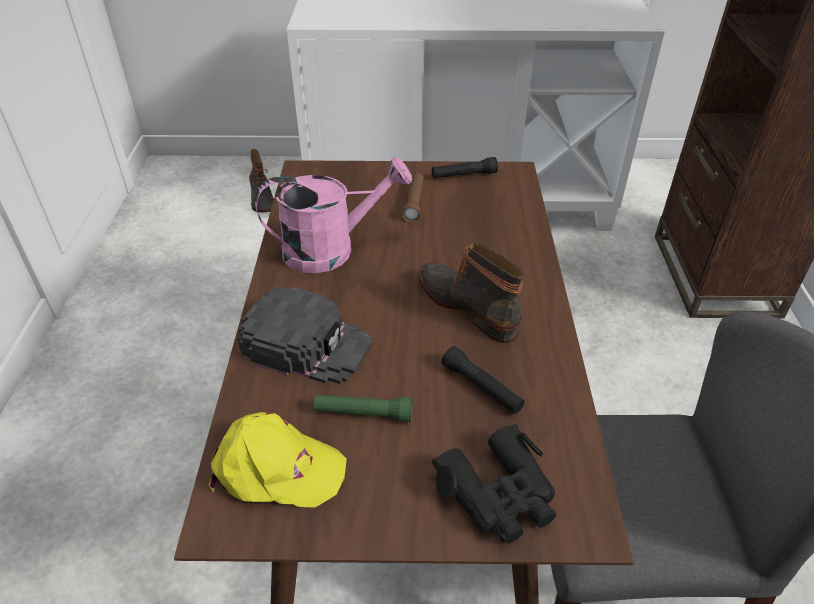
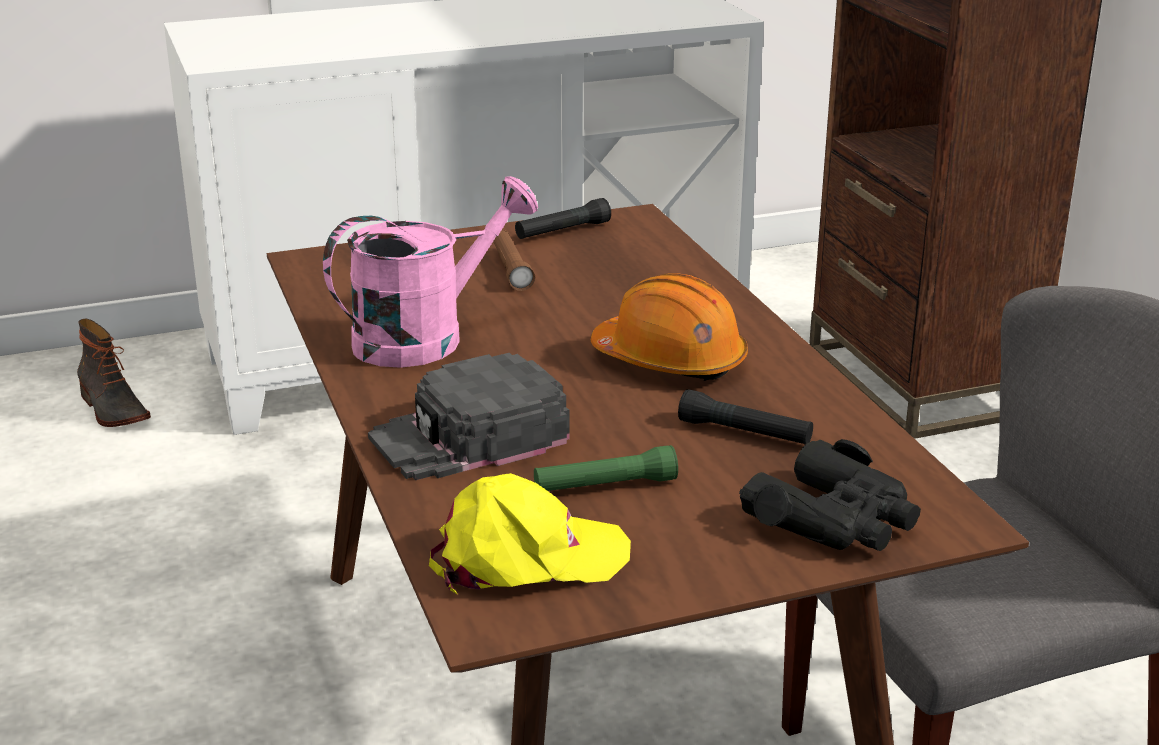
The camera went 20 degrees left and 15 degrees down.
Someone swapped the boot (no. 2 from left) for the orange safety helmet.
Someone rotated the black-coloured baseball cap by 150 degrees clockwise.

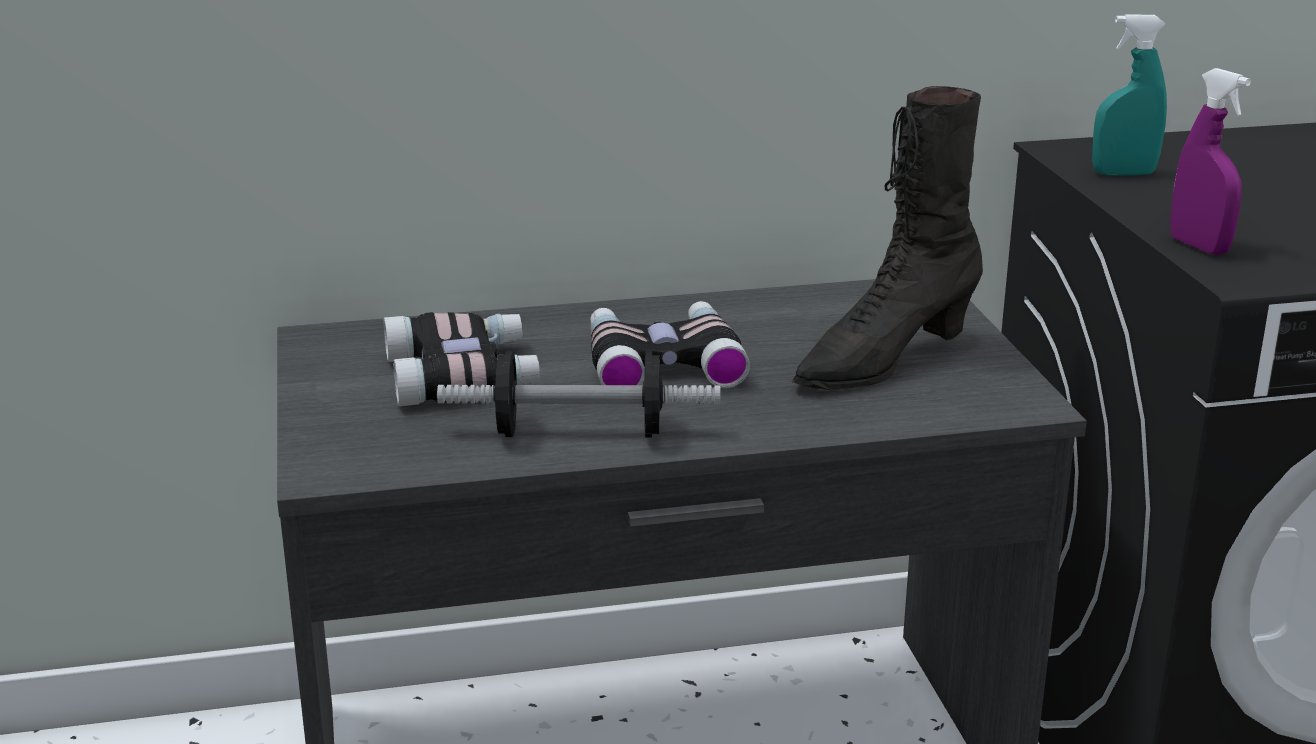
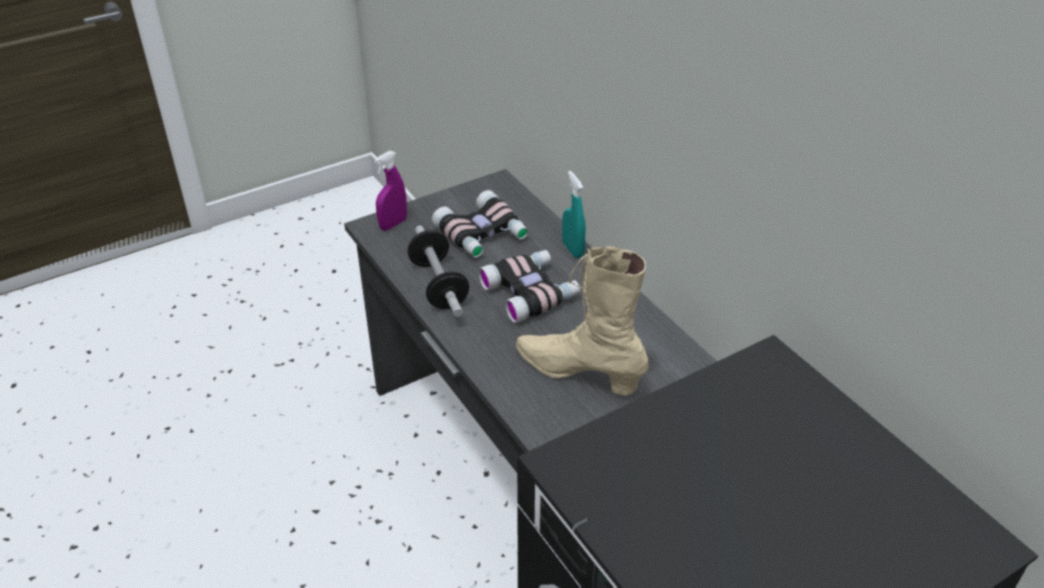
The camera went 70 degrees right and 15 degrees up.
Someone carried the turquoise-coloured spray bottle.
Someone carried the purplish spray bottle.
Someone repainted the black-coloured boot, which became the sand-coloured boot.

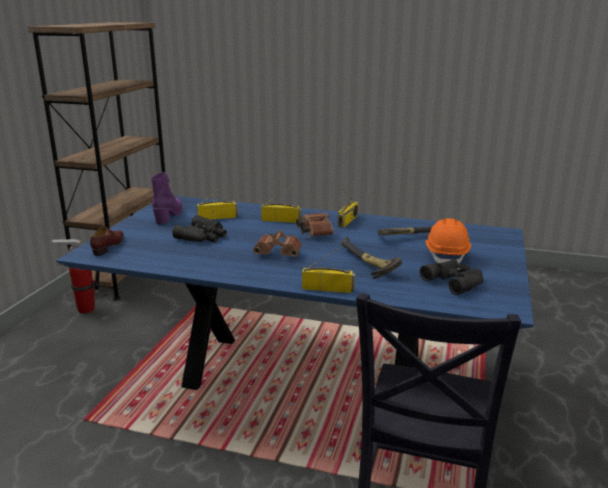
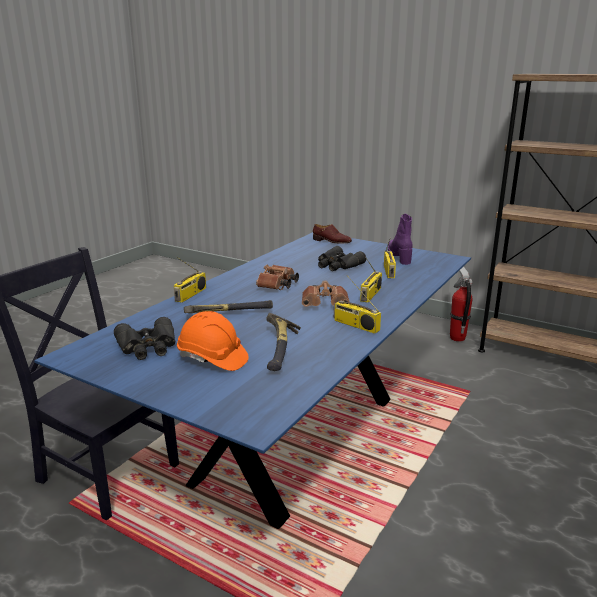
The camera went 105 degrees right and 0 degrees up.
Someone rotated the purplish boot by 120 degrees counterclockwise.

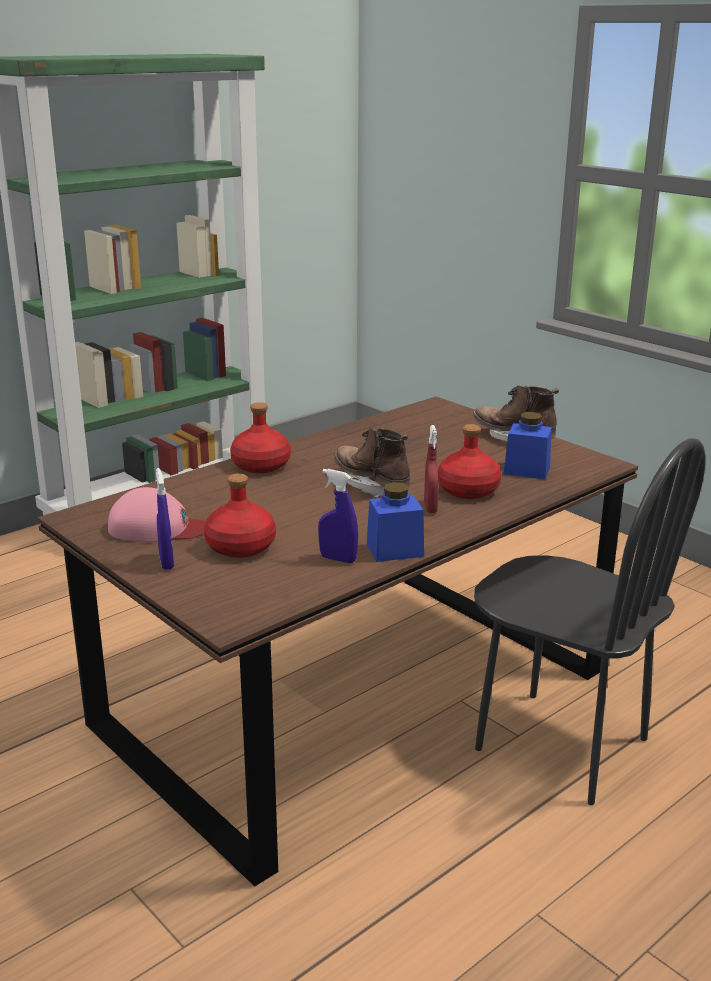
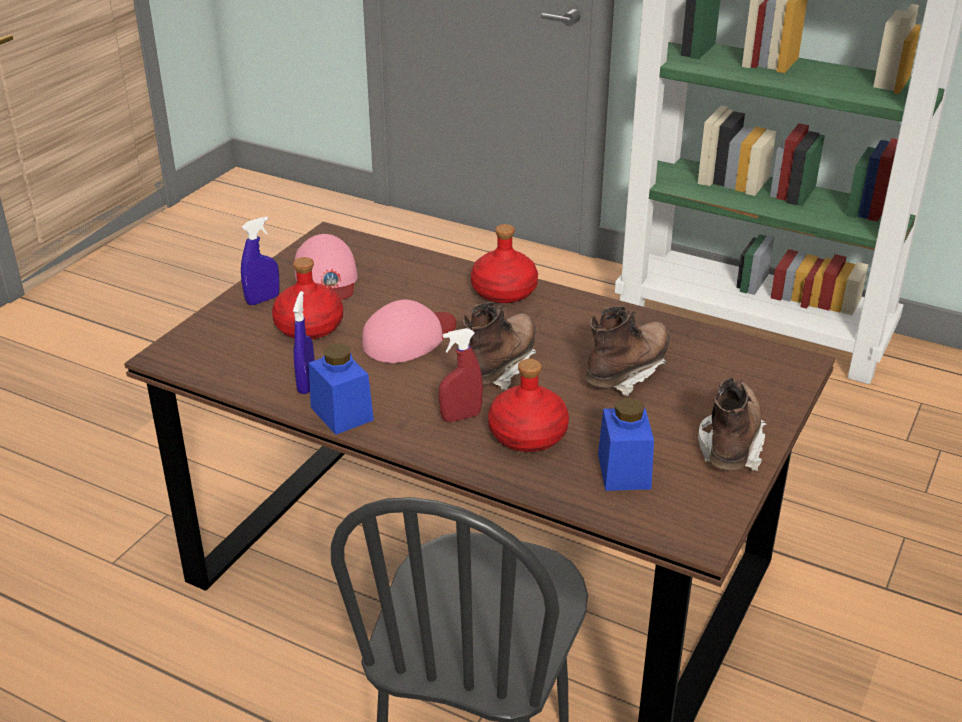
The camera went 70 degrees right and 10 degrees up.
Someone put down the pink-coloured baseball cap (no. 2 from left).
Someone put down the brown boot (no. 2 from left).

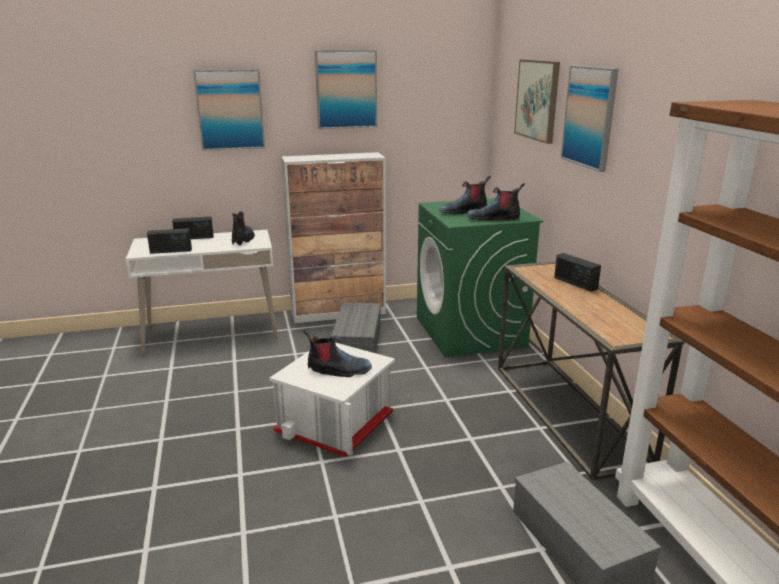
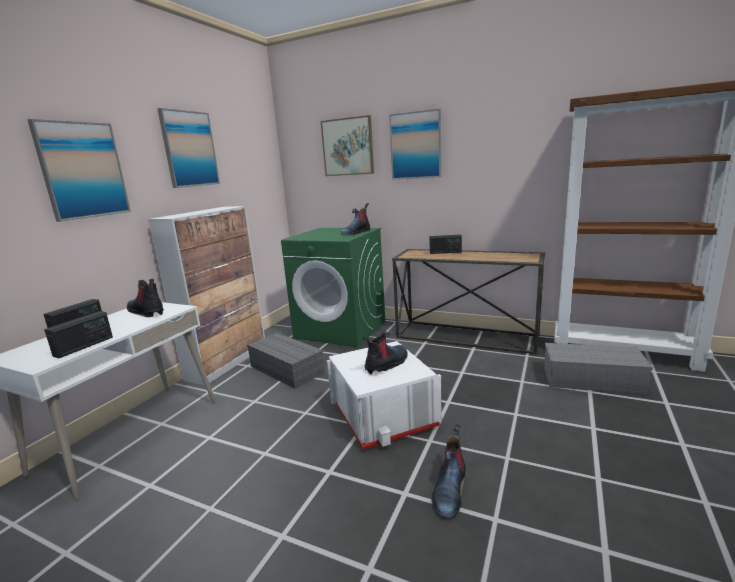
The camera went 50 degrees left and 5 degrees down.
Someone carried the boot (no. 3 from left in the first image).

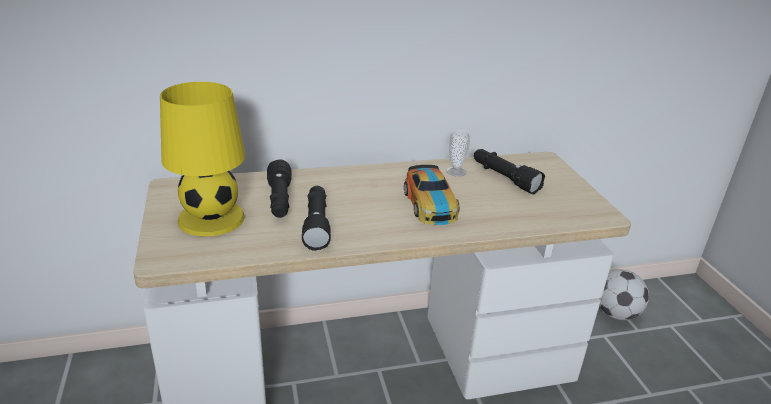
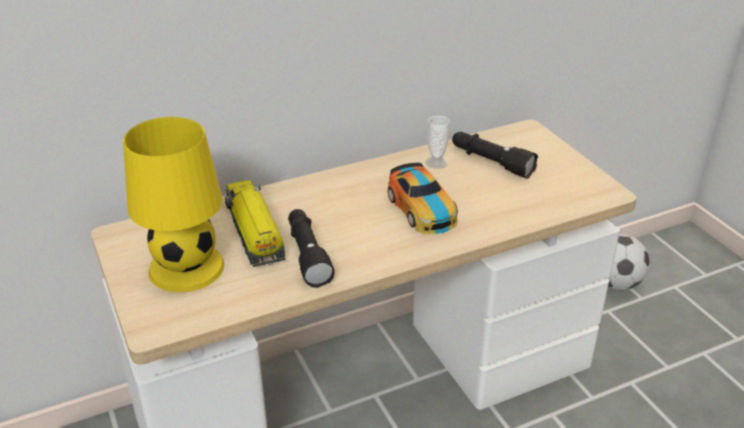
The camera went 10 degrees left and 5 degrees up.
Someone swapped the black-coloured hand torch (no. 1 from left) for the toy lorry.

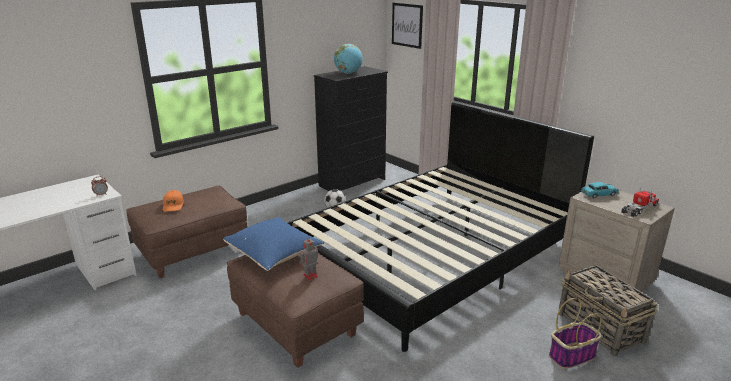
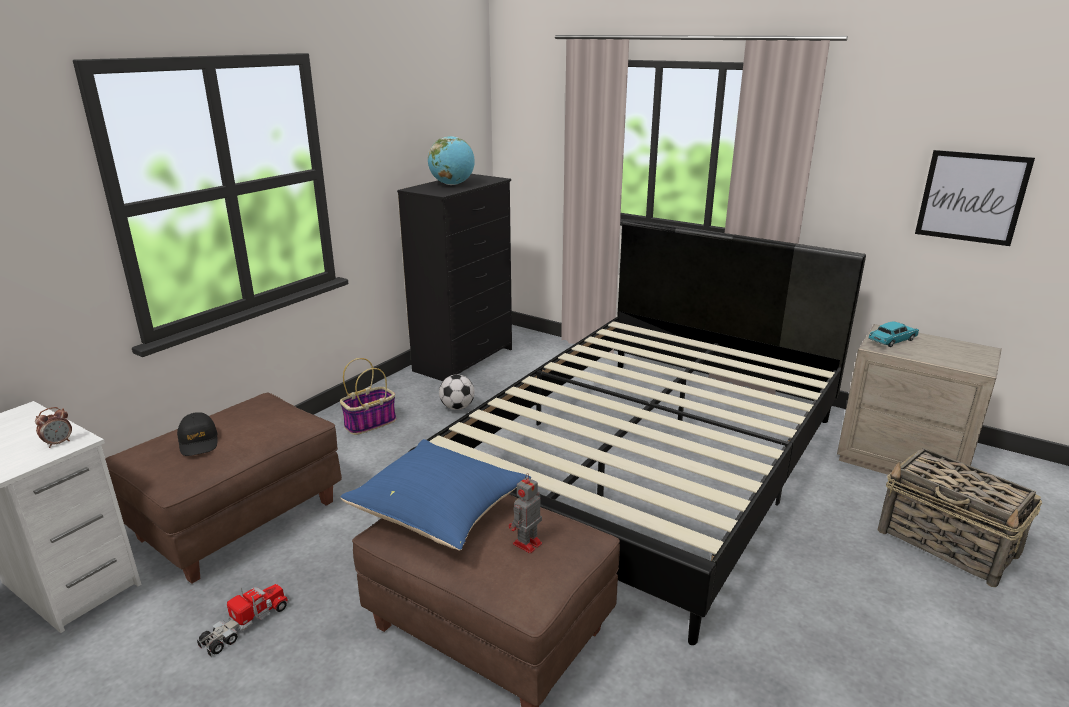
The camera went 15 degrees left and 0 degrees up.
Someone carried the picture.
Someone carried the basket (no. 1 from left).
Someone carried the toy lorry.
Someone repainted the orange baseball cap, which became the black-coloured baseball cap.

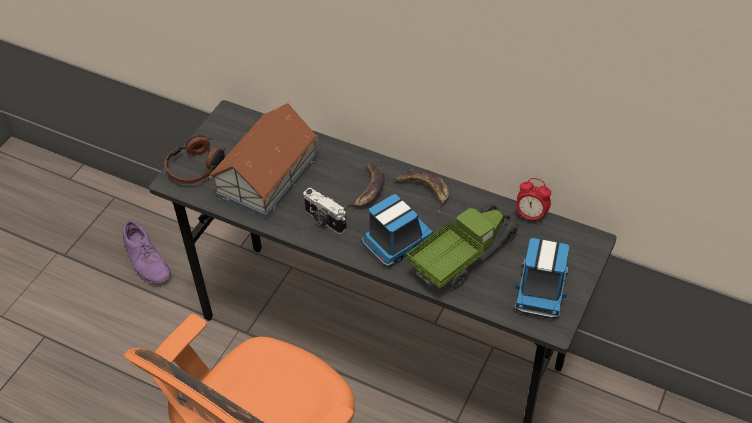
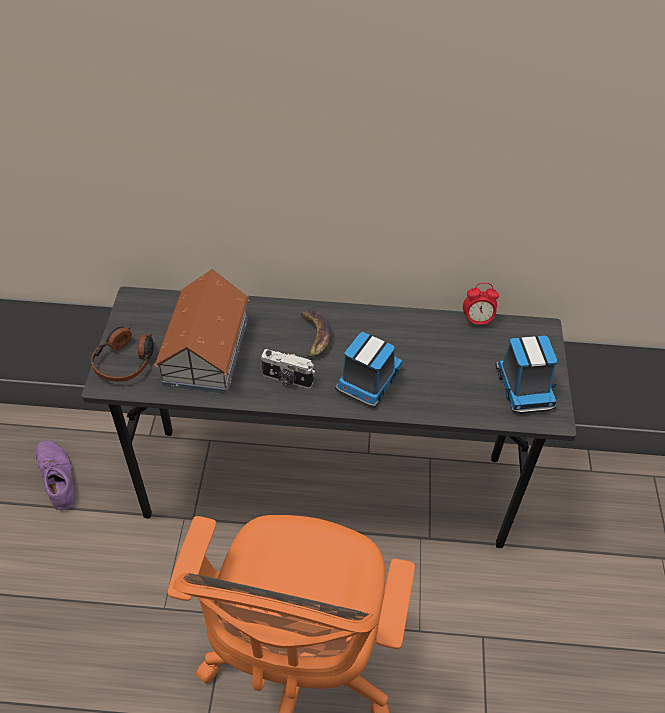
The camera went 25 degrees left and 0 degrees up.
Someone took away the whole banana (no. 2 from left).
Someone took away the toy lorry (no. 2 from left).
Someone rotated the purplish item of footwear by 150 degrees counterclockwise.

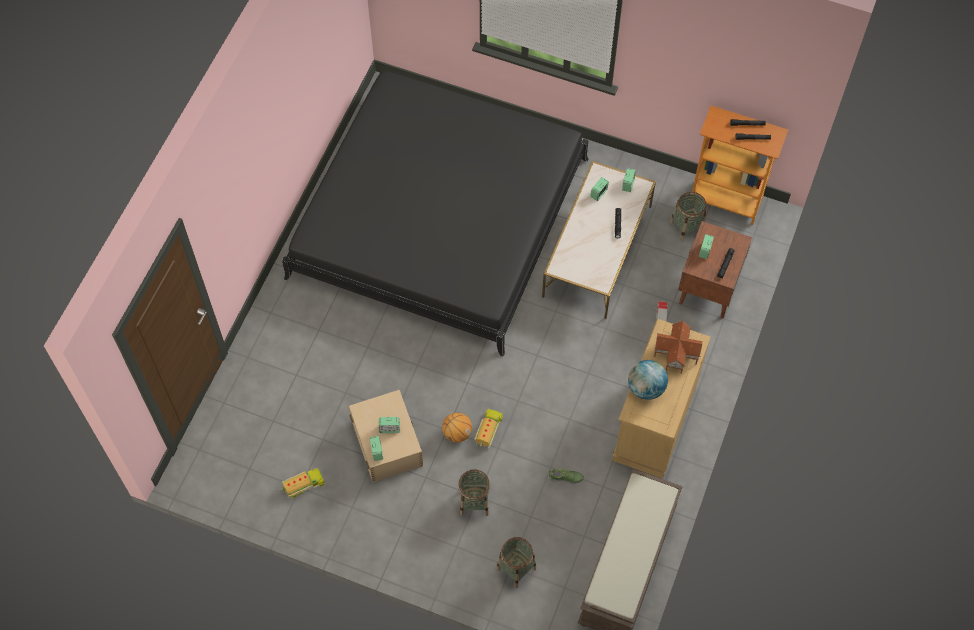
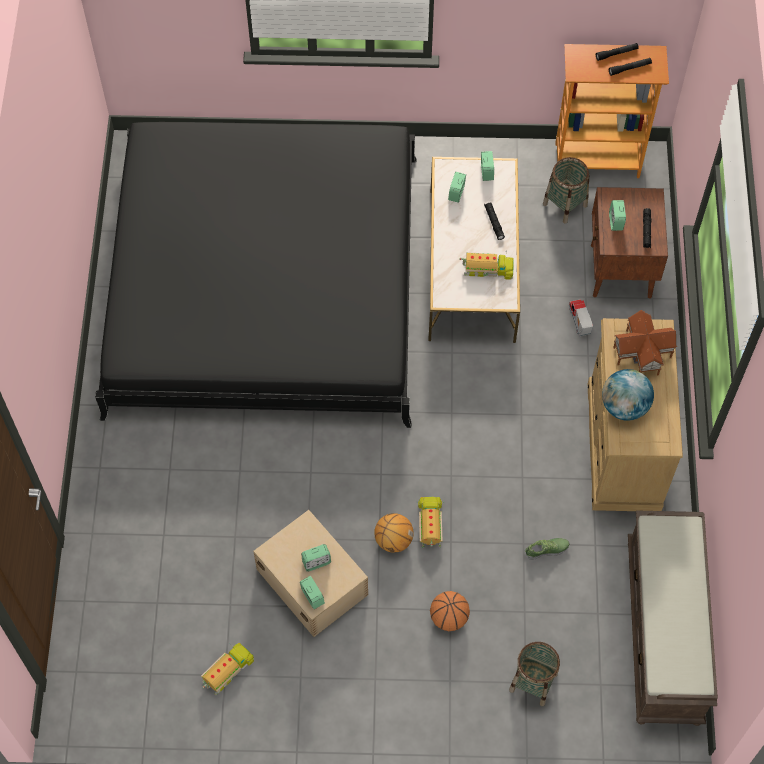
The camera went 20 degrees left and 0 degrees up.
Someone put down the toy lorry (no. 3 from left).
Someone swapped the basket (no. 1 from left) for the basketball (no. 2 from left).

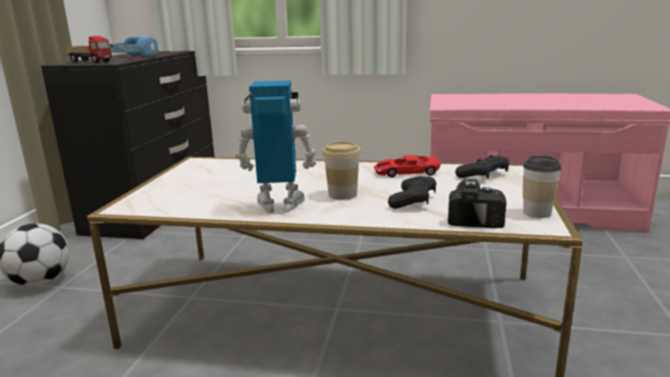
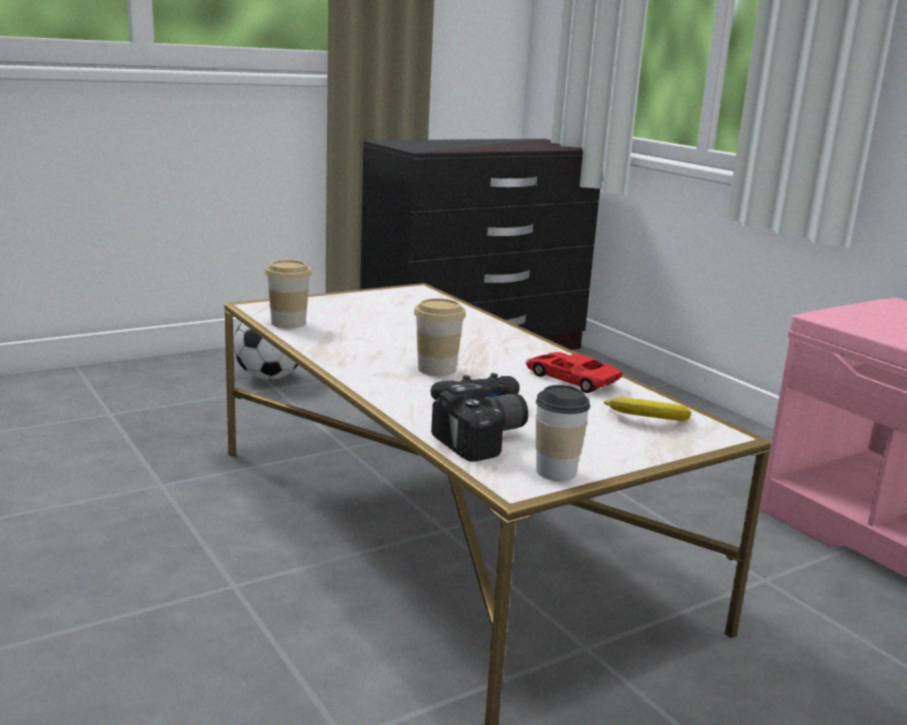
The camera went 45 degrees right and 0 degrees up.
Someone took away the toy lorry.
Someone took away the blue pair of headphones.
Someone took away the robot figure.
Someone put down the cup (no. 1 from left).
Someone swapped the black-coloured game controller (no. 2 from left) for the whole banana.

